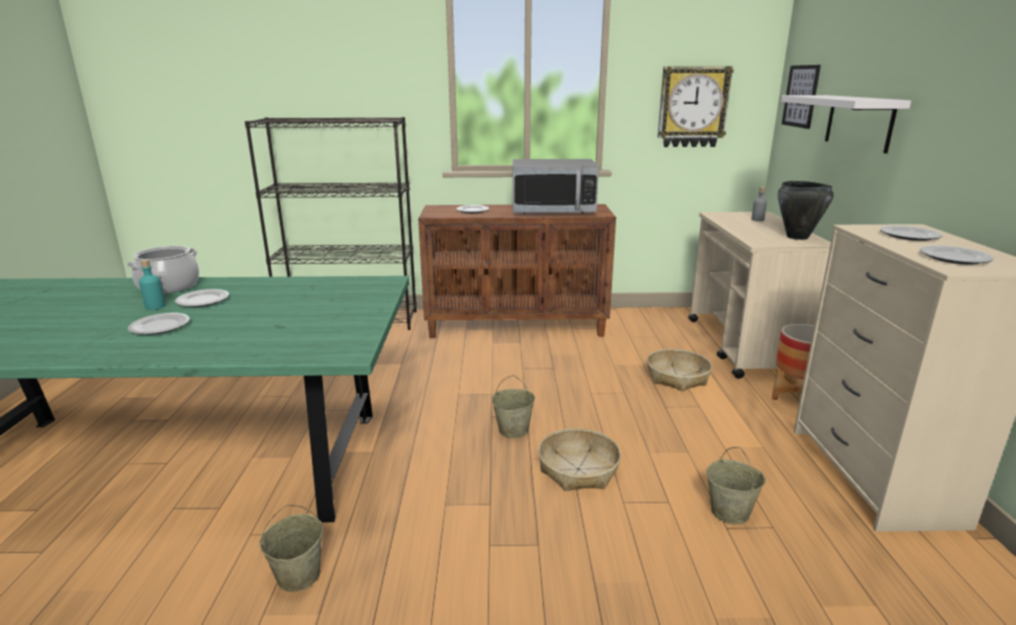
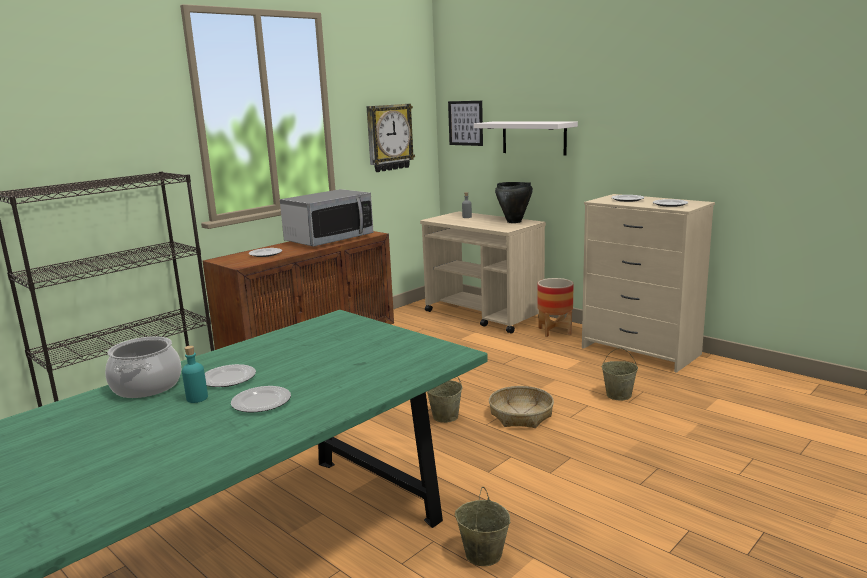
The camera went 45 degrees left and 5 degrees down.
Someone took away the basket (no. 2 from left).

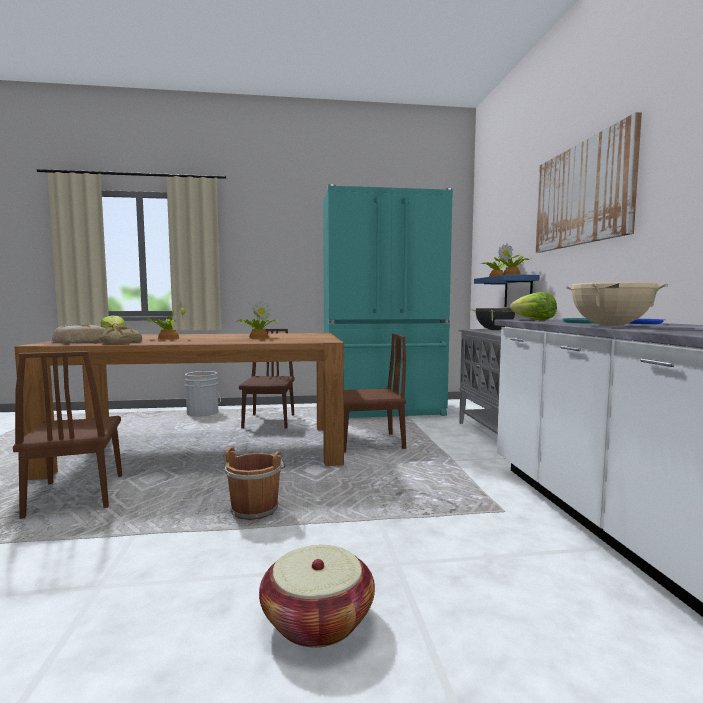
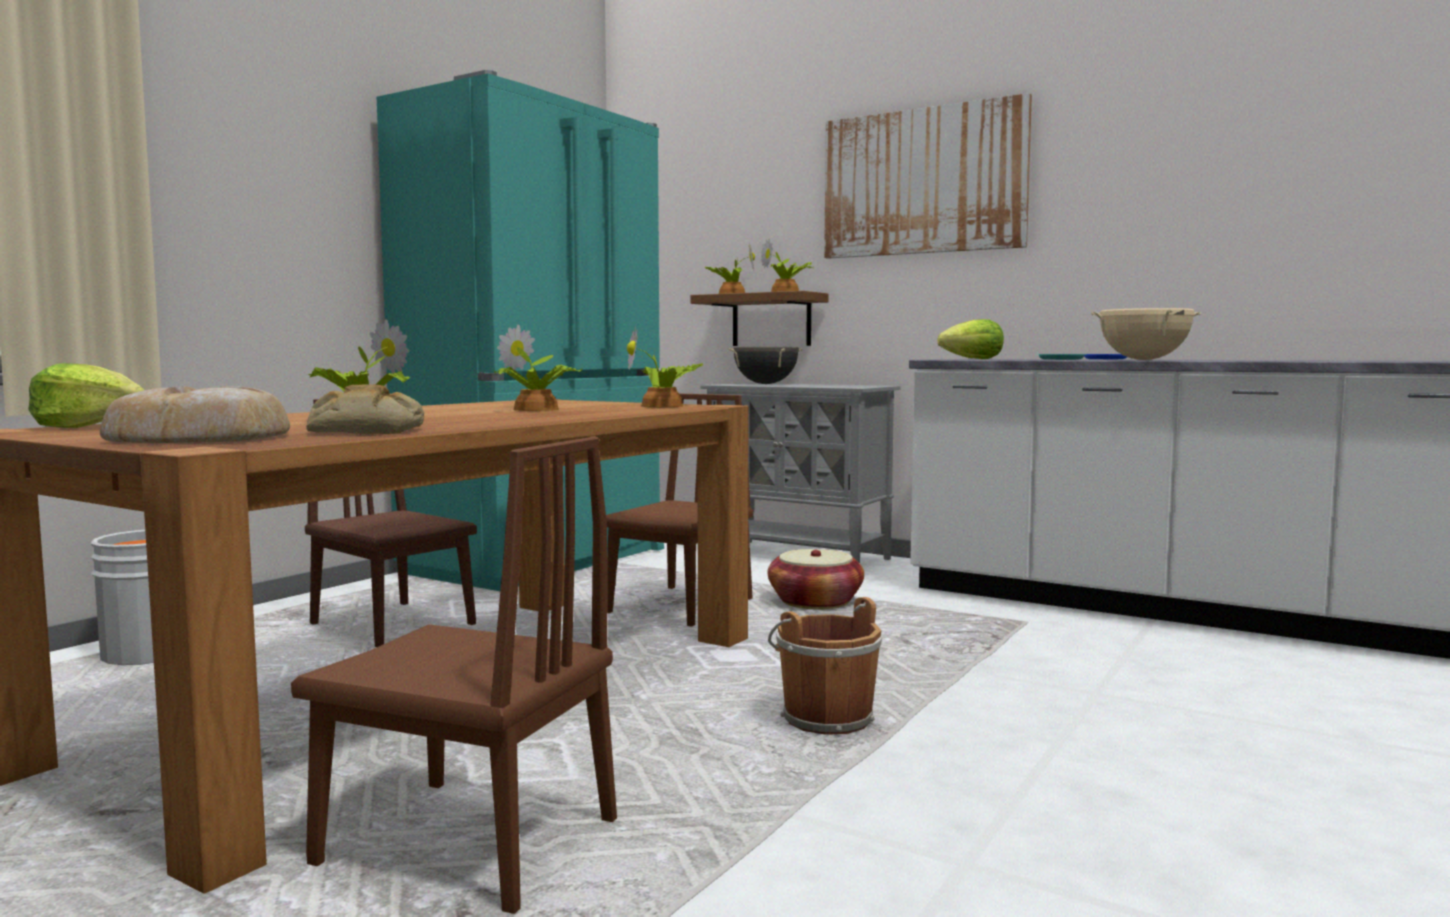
The camera went 50 degrees left and 0 degrees up.
Someone put down the houseplant (no. 3 from left).
Someone carried the basket.
Someone repainted the blue wall shelf, which became the brown wall shelf.

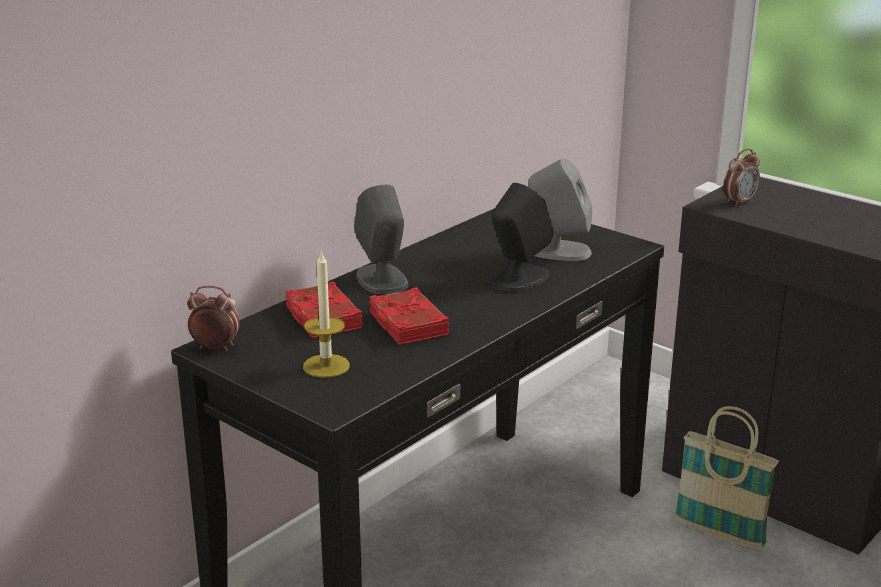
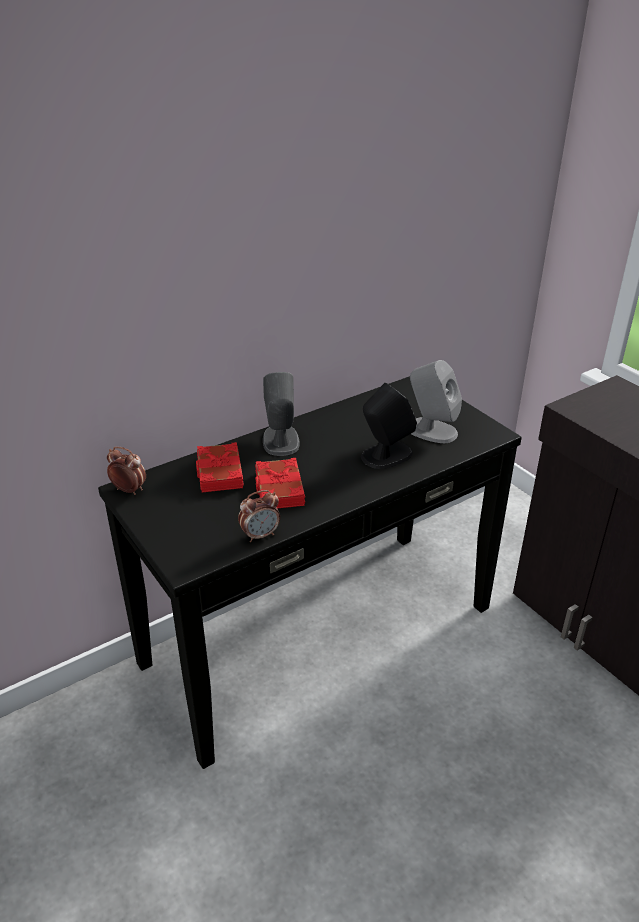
The camera went 15 degrees right and 10 degrees up.
Someone took away the wax light.
Someone took away the basket.
Someone carried the table clock (no. 2 from left).

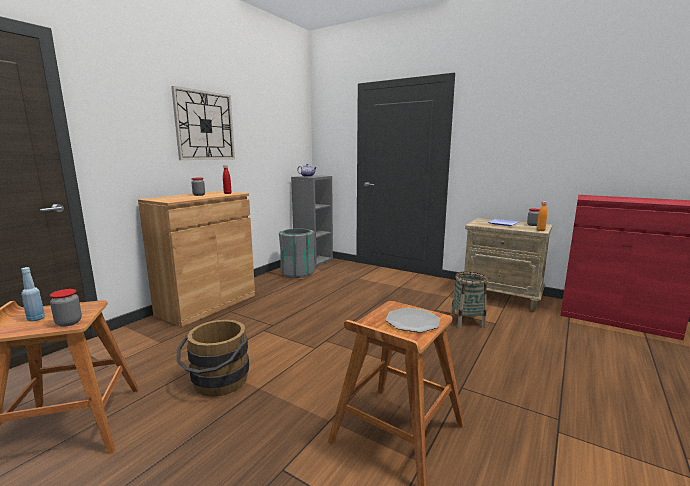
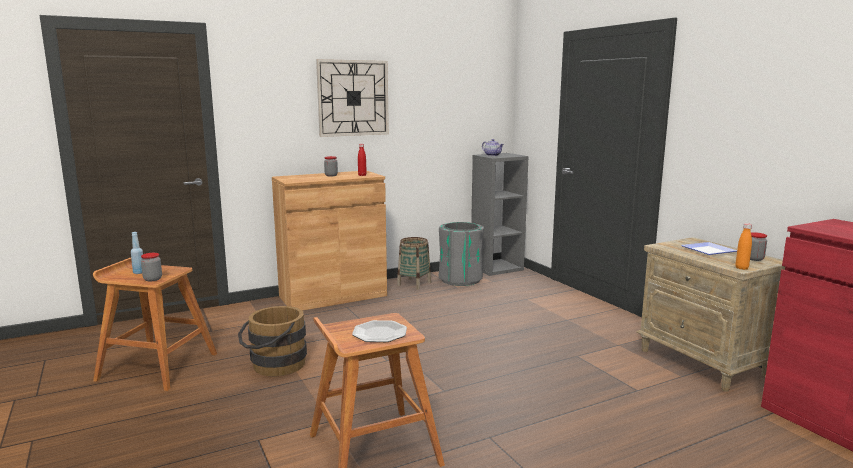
The camera went 30 degrees right and 0 degrees up.
Someone carried the basket.

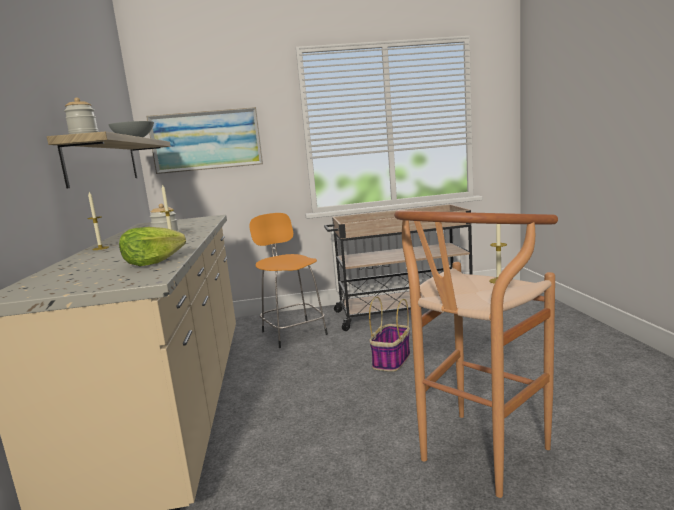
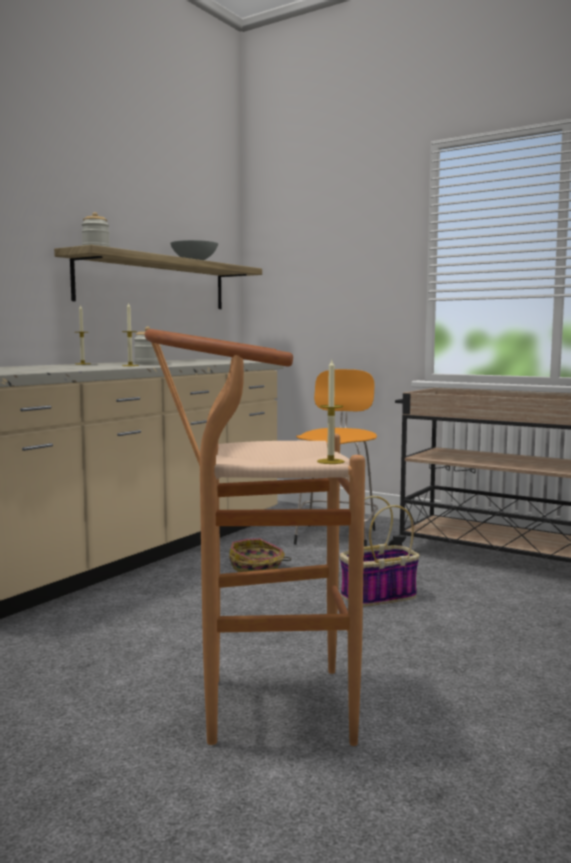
The camera went 40 degrees right and 5 degrees down.
Someone took away the lettuce.
Someone took away the picture.
Someone put down the basket (no. 1 from left).

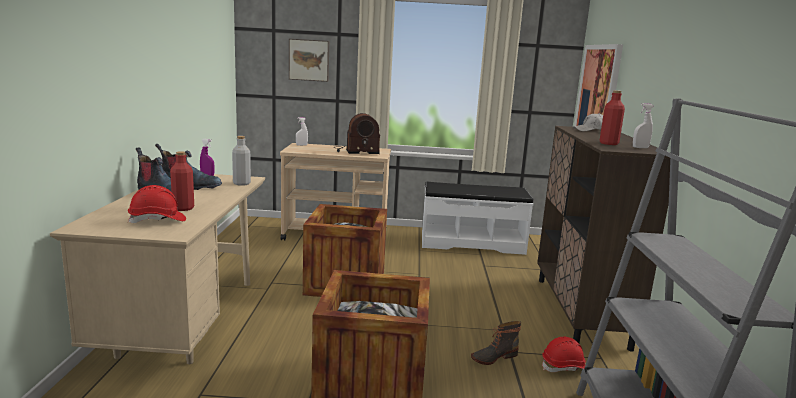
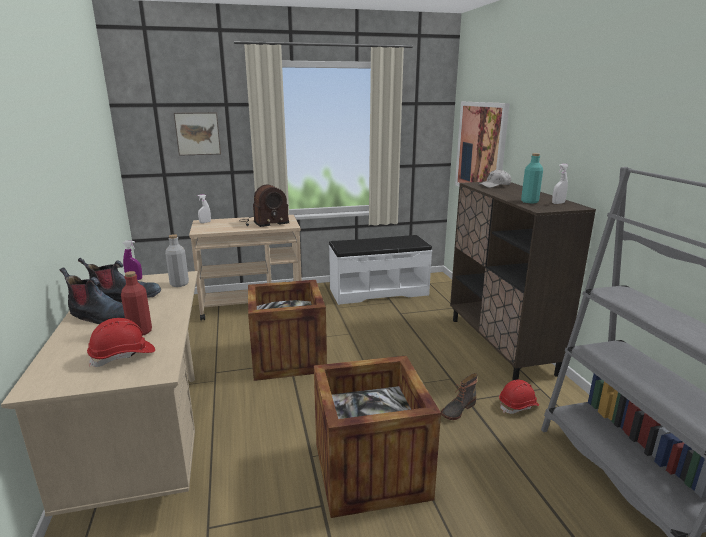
The camera went 15 degrees left and 5 degrees up.
Someone repainted the red beverage bottle (no. 2 from left), which became the turquoise-coloured beverage bottle.

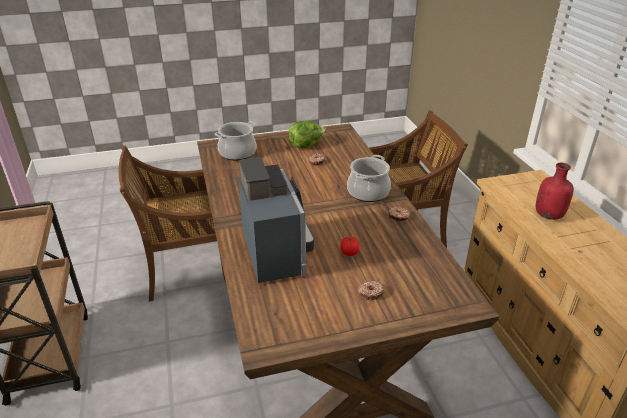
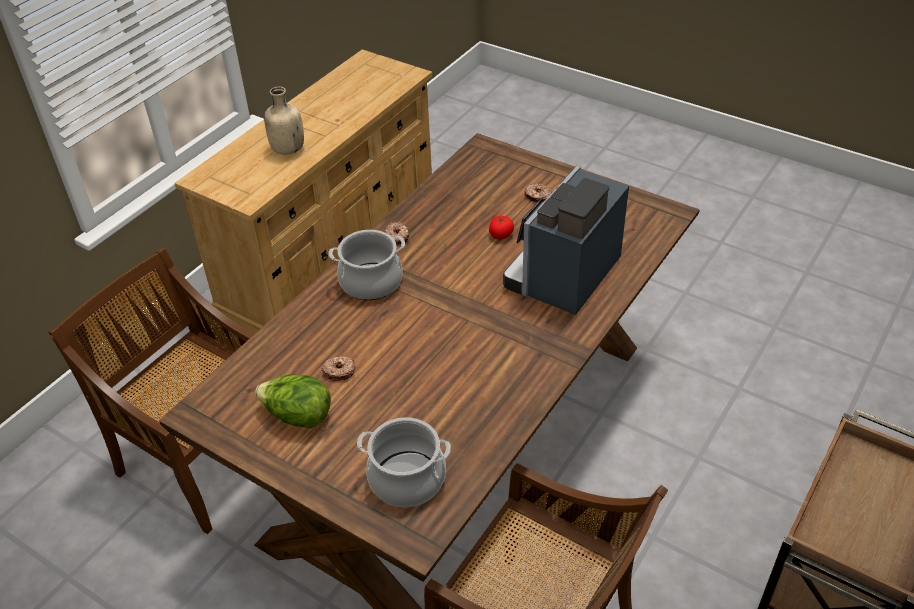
The camera went 130 degrees left and 10 degrees up.
Someone repainted the red beverage bottle, which became the sand-coloured beverage bottle.

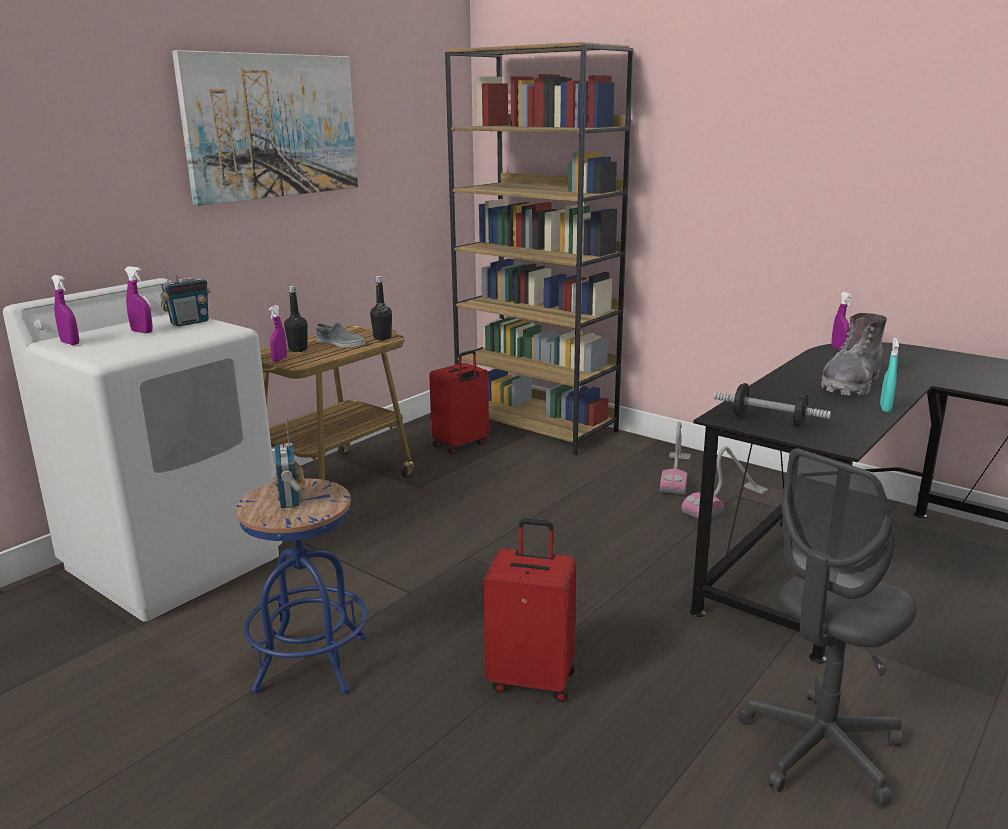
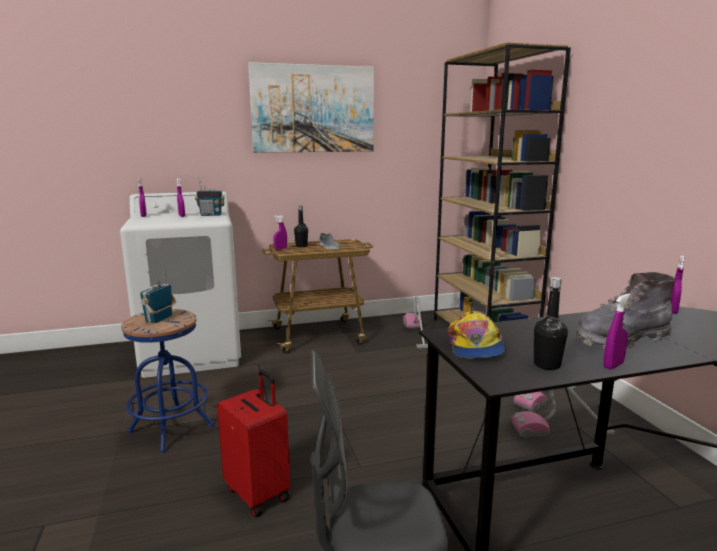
The camera went 35 degrees right and 5 degrees down.
Someone carried the black-coloured beverage bottle (no. 2 from left).
Someone swapped the red suitcase (no. 1 from left) for the vacuum cleaner (no. 1 from left).
Someone swapped the free weight for the baseball cap.
Someone repainted the turquoise-coloured spray bottle, which became the purplish spray bottle (no. 4 from left).

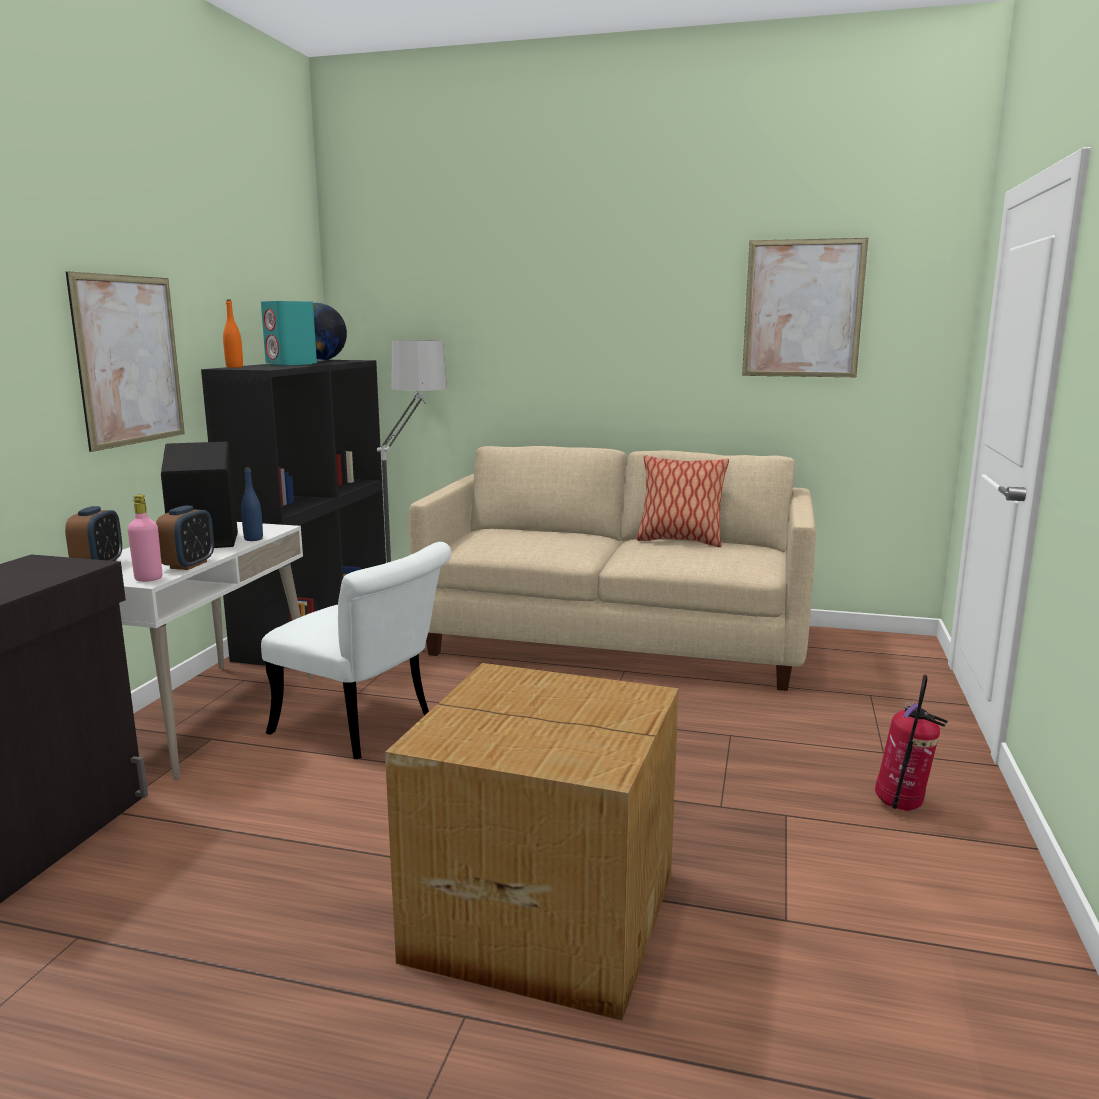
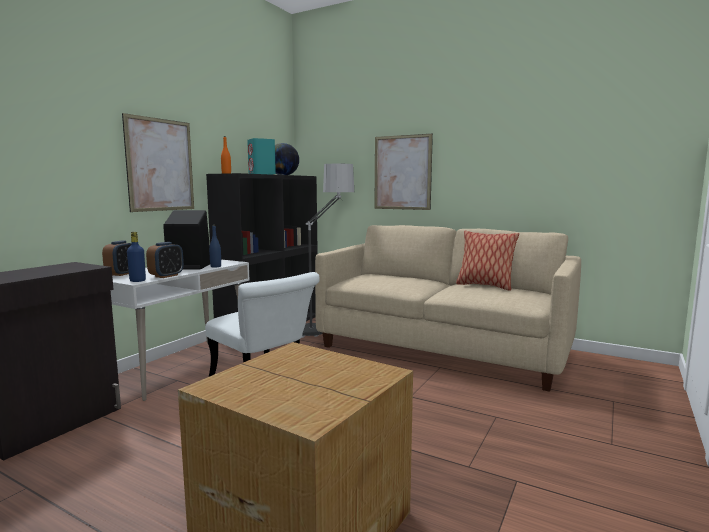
The camera went 15 degrees right and 5 degrees down.
Someone took away the fire extinguisher.
Someone carried the picture (no. 2 from left).
Someone repainted the pink-coloured beverage bottle, which became the blue beverage bottle (no. 1 from left).

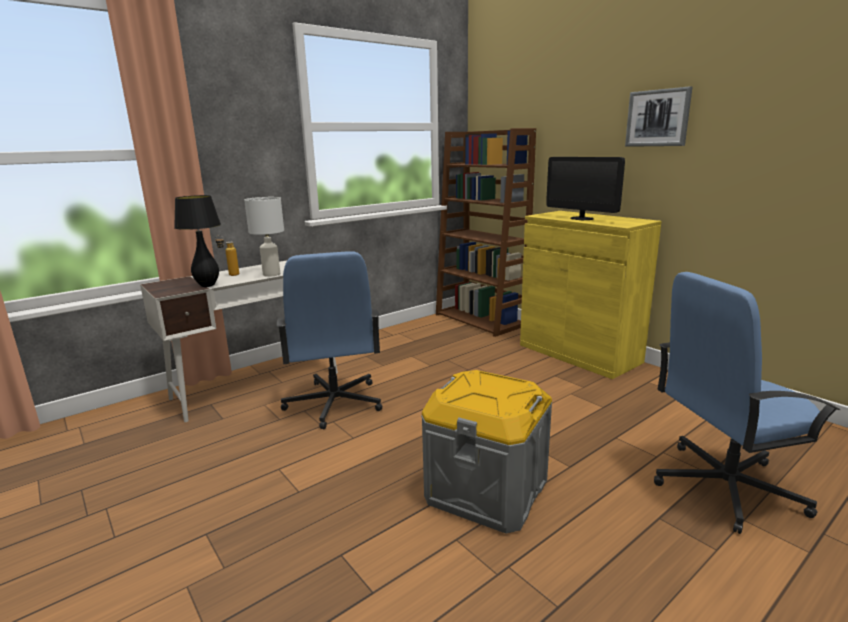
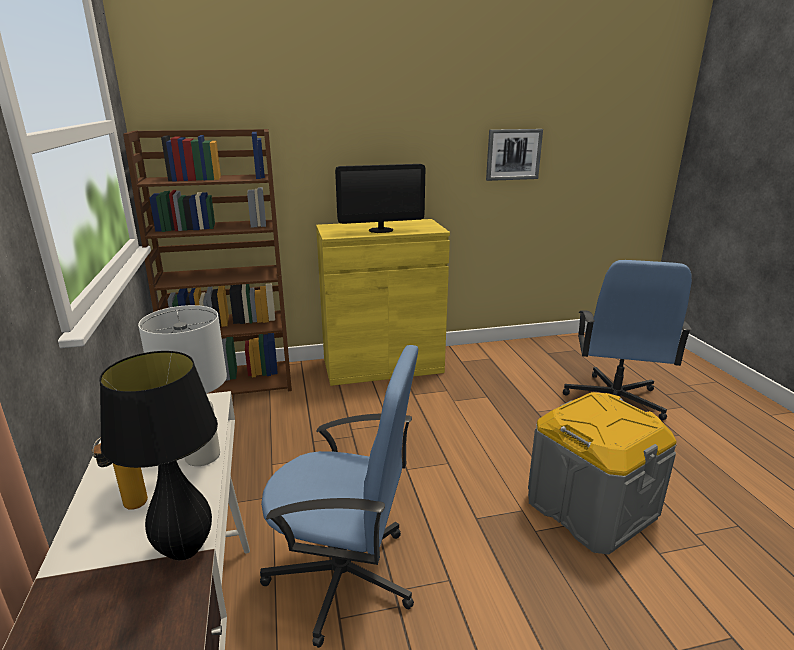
The camera went 65 degrees left and 5 degrees up.
Someone carried the picture.

